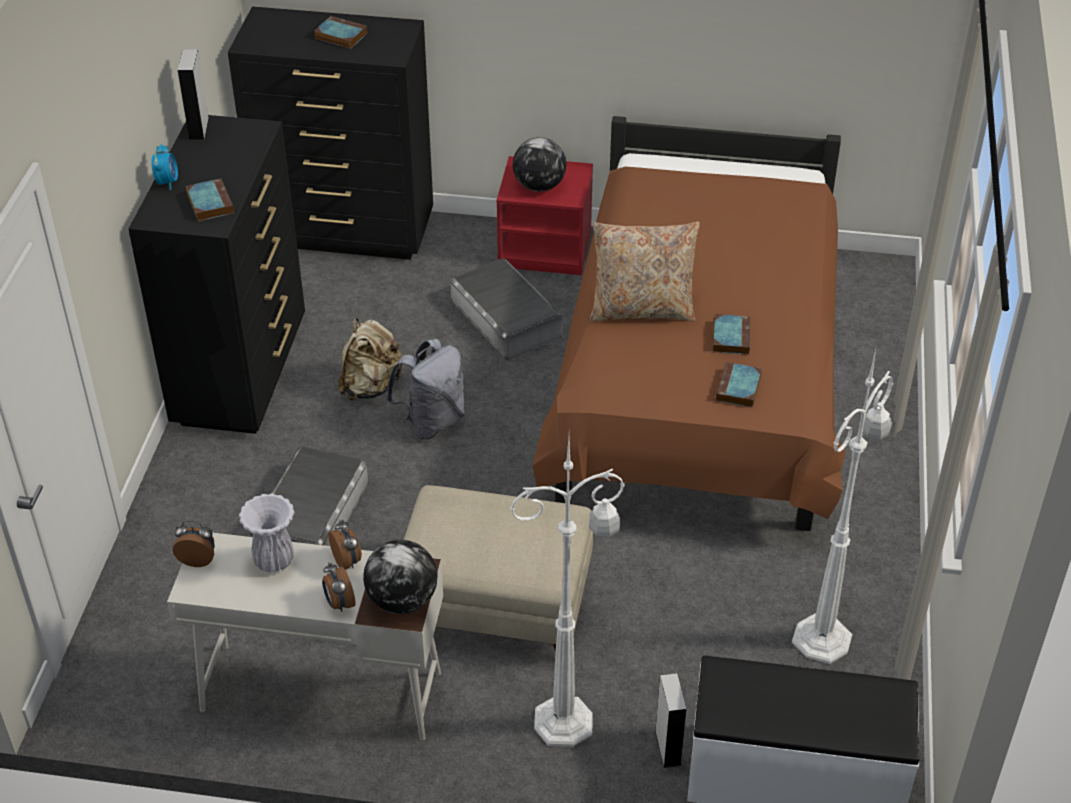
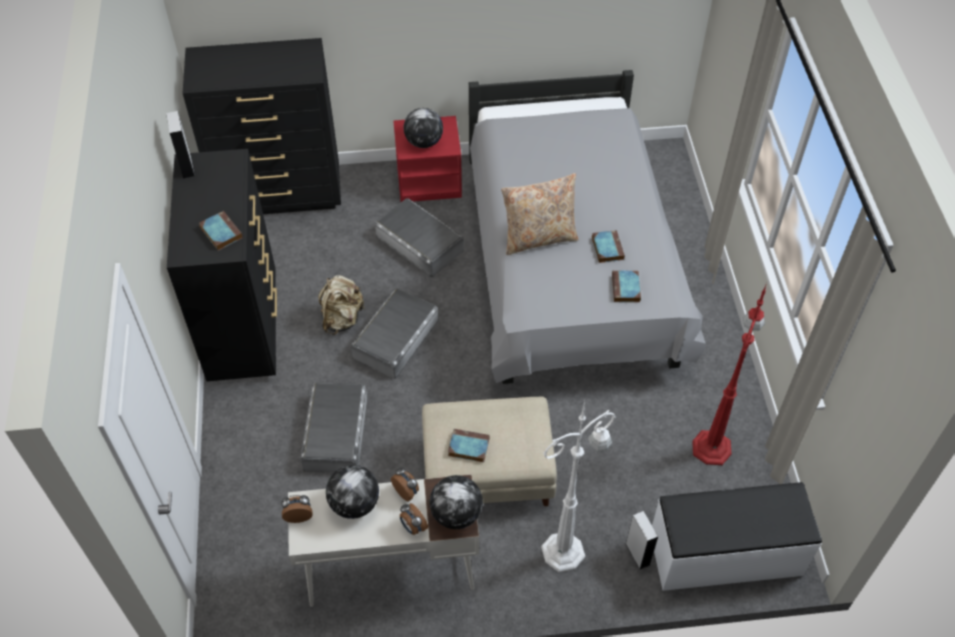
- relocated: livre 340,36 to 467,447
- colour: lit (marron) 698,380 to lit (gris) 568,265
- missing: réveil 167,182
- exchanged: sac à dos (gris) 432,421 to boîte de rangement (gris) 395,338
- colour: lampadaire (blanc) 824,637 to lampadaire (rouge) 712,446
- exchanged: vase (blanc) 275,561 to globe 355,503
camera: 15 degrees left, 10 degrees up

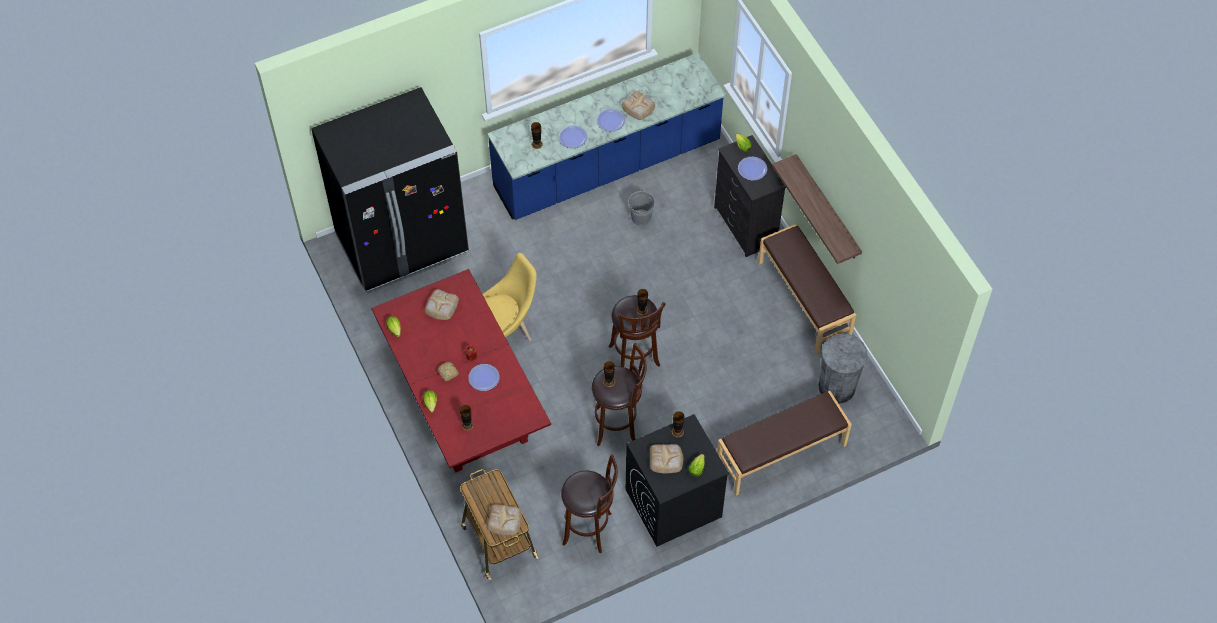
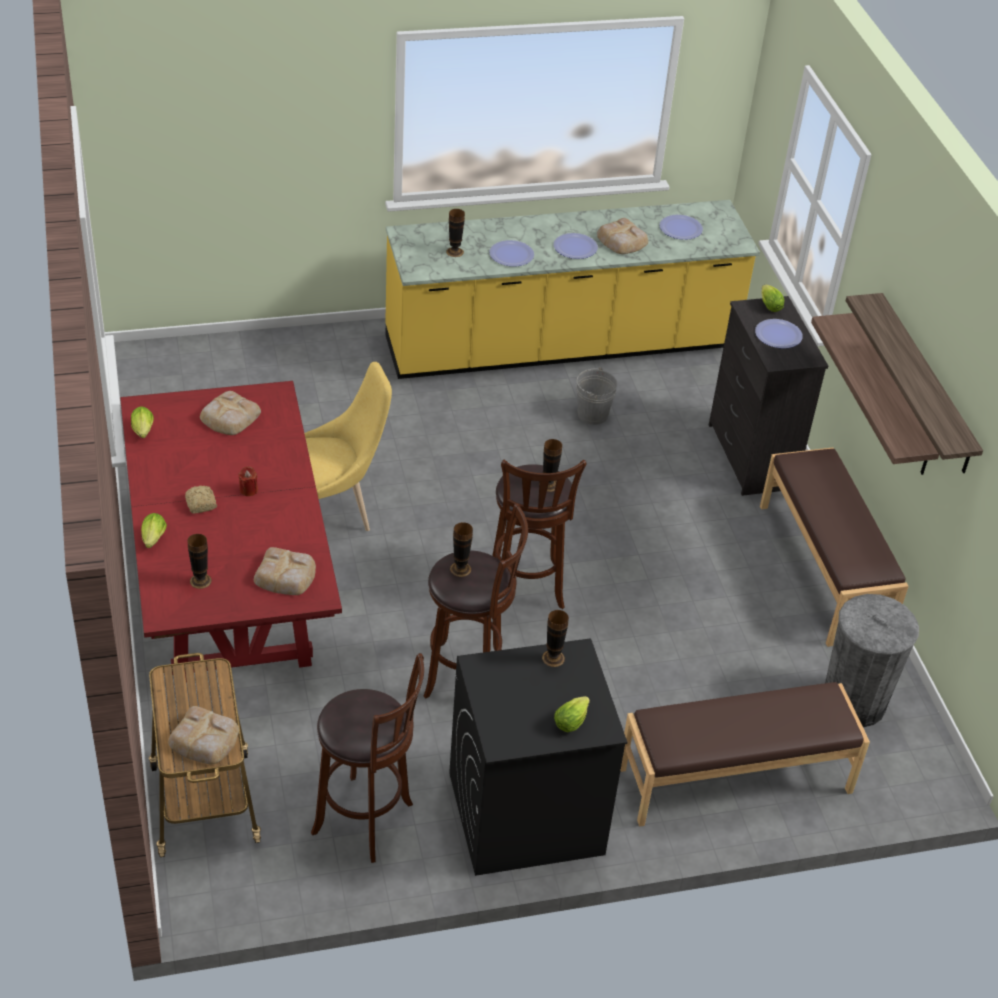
- colour: comptoir de cuisine (bleu) 607,166 to comptoir de cuisine (jaune) 561,346
- missing: réfrigérateur (noir) 402,245
- relocated: assiette 484,378 to 680,228
- relocated: pain 666,459 to 286,575
- appeared: étagère 925,384
camera: 10 degrees right, 15 degrees down

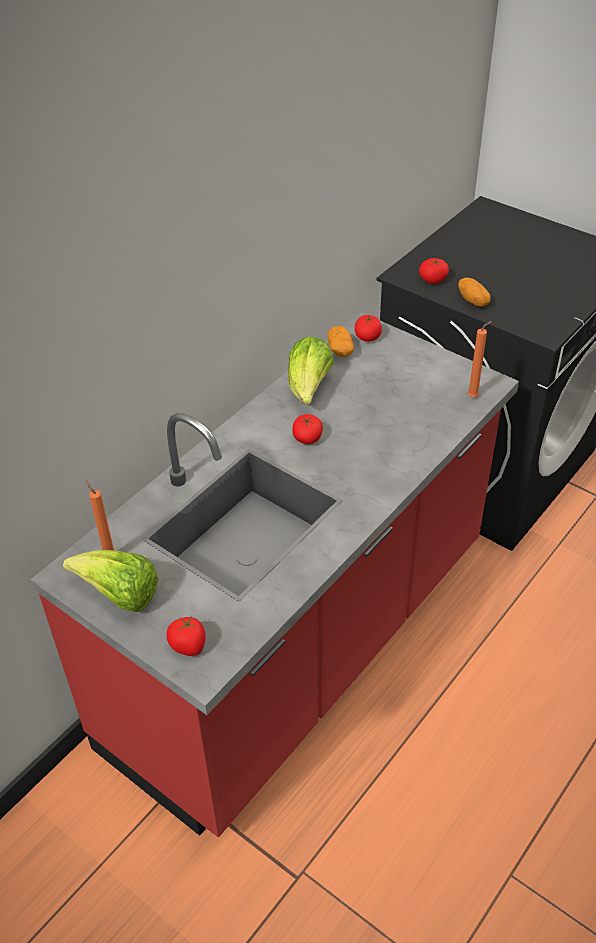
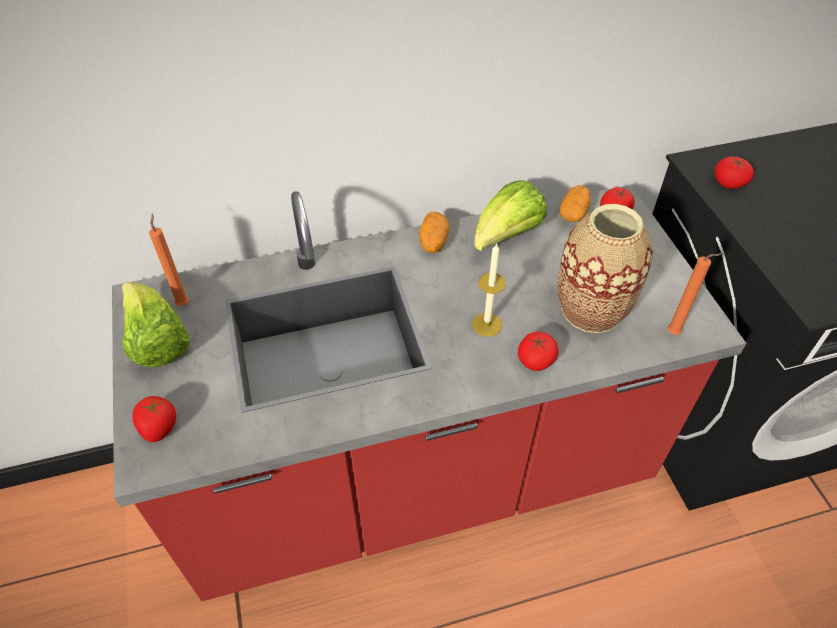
- relocated: pomme de terre 473,300 to 433,241
- relocated: tomate 307,438 to 535,360
- appeared: vase 591,310
- appeared: bougie 487,324
camera: 35 degrees right, 5 degrees up

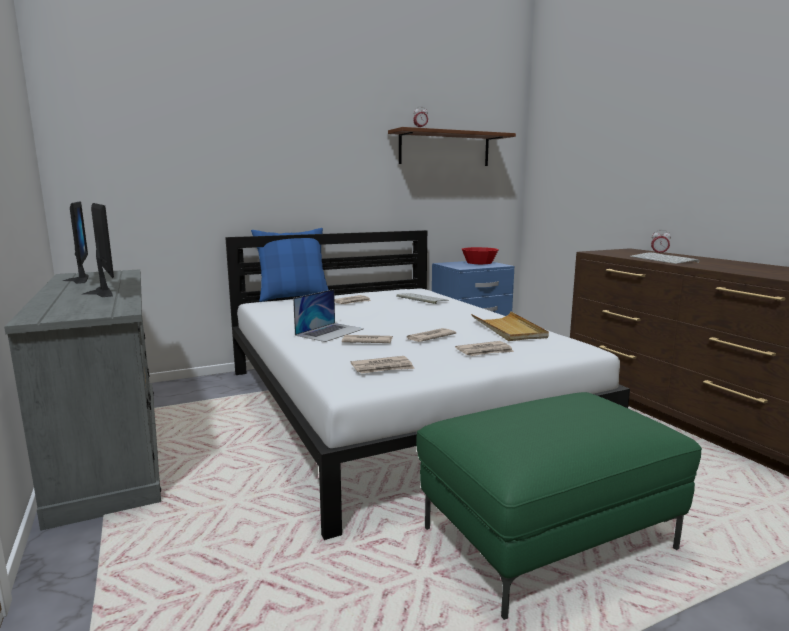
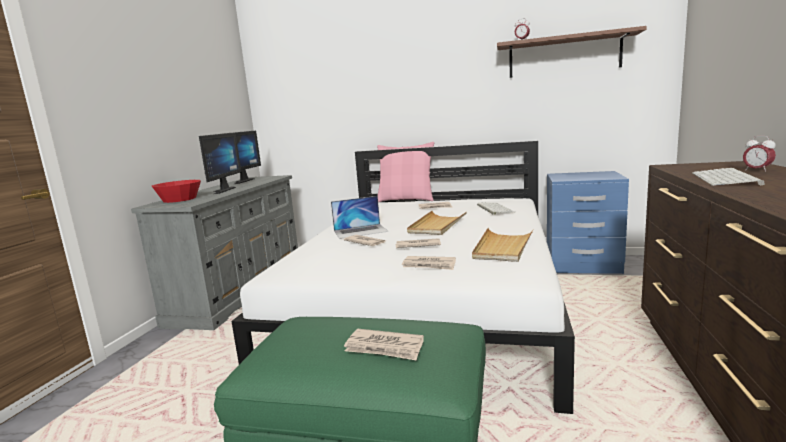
- colour: coussin (bleu) 293,297 to coussin (rose) 406,200
- relocated: bol (rouge) 479,262 to 179,199
- relocated: journal 383,368 to 384,347
- appeared: plateau (beige) 437,225
camera: 40 degrees right, 0 degrees up

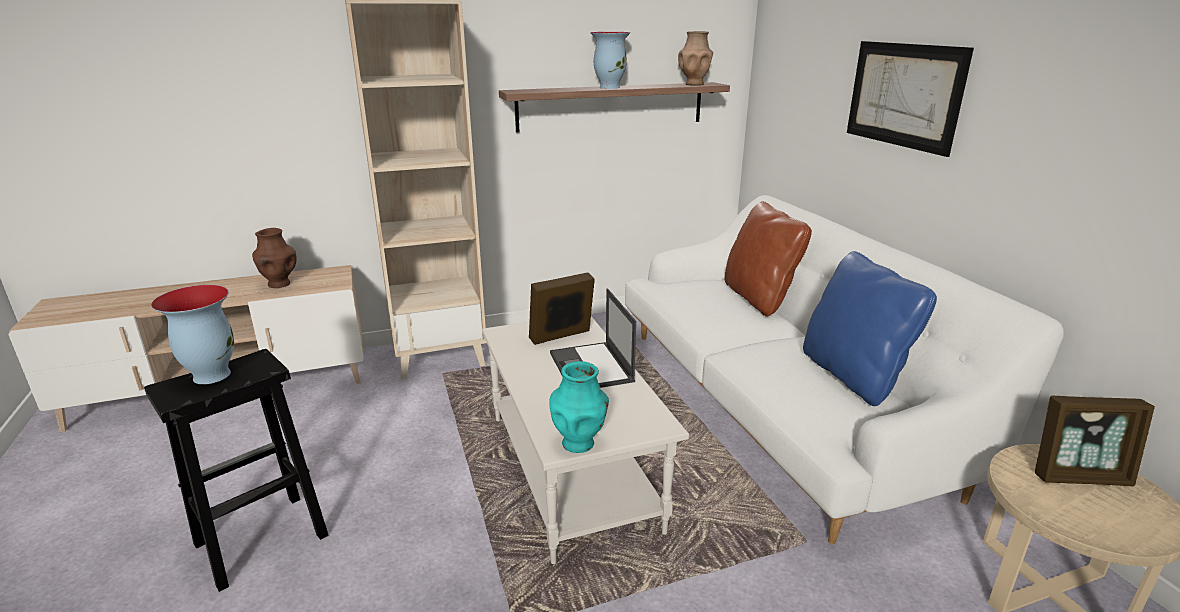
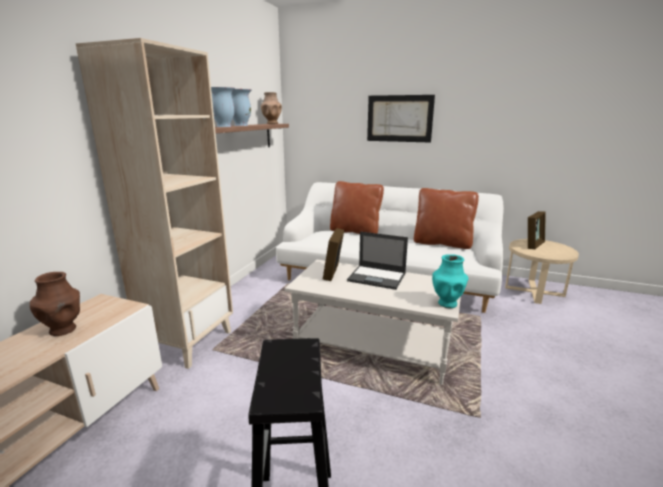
- colour: coussin (bleu) 853,376 to coussin (marron) 442,243
- relocated: vase 211,375 to 223,126
camera: 50 degrees left, 5 degrees down

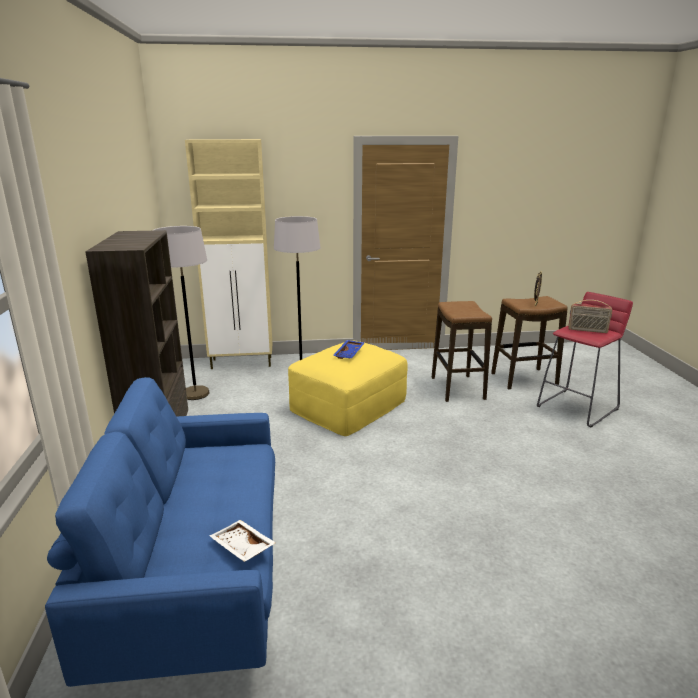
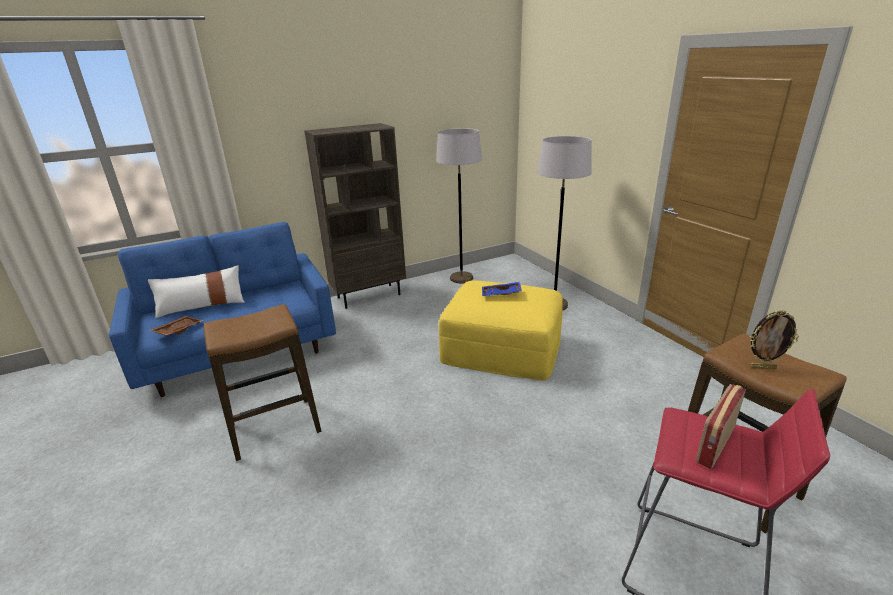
- missing: meuble de rangement (beige) 242,363
- spun: radio 587,330 = 714,444 45 degrees clockwise
- relocated: tabouret 457,388 to 274,428
- colour: plateau (blanc) 241,548 to plateau (marron) 178,330
- appeared: coussin (blanc) 202,306
camera: 70 degrees right, 5 degrees up

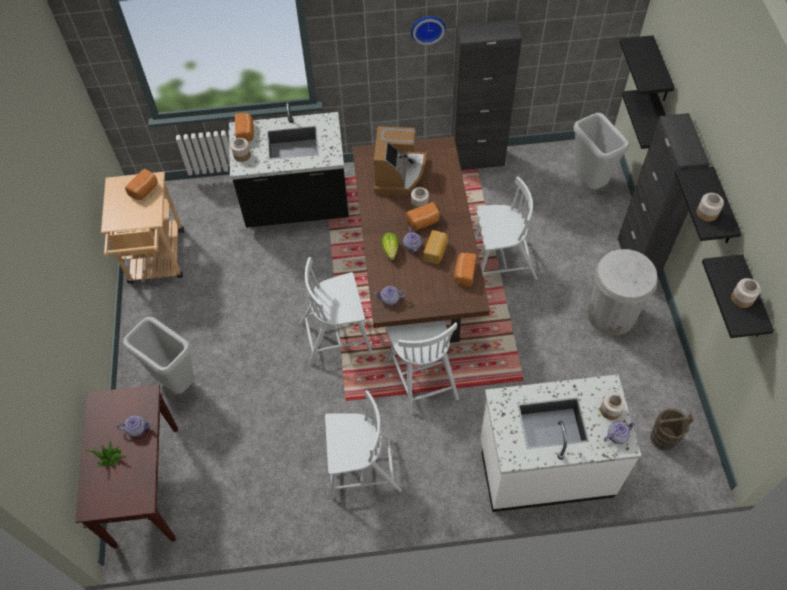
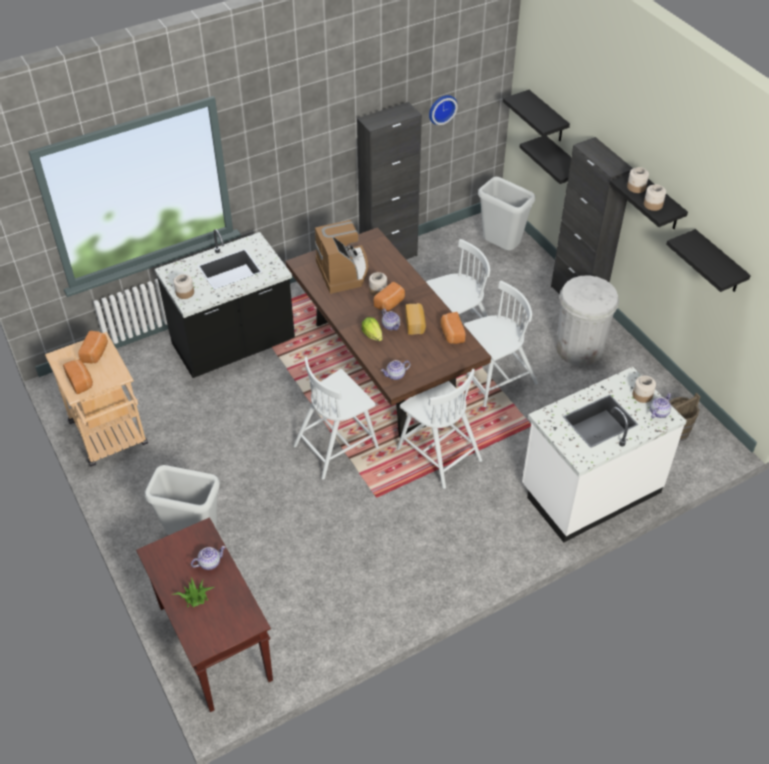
- relocated: horloge murale 427,28 to 441,108
- relocated: pain 246,132 to 80,381
- relocated: bocal 742,298 to 636,187
- relocated: chaise (blanc) 361,469 to 496,379
camera: 25 degrees left, 10 degrees down

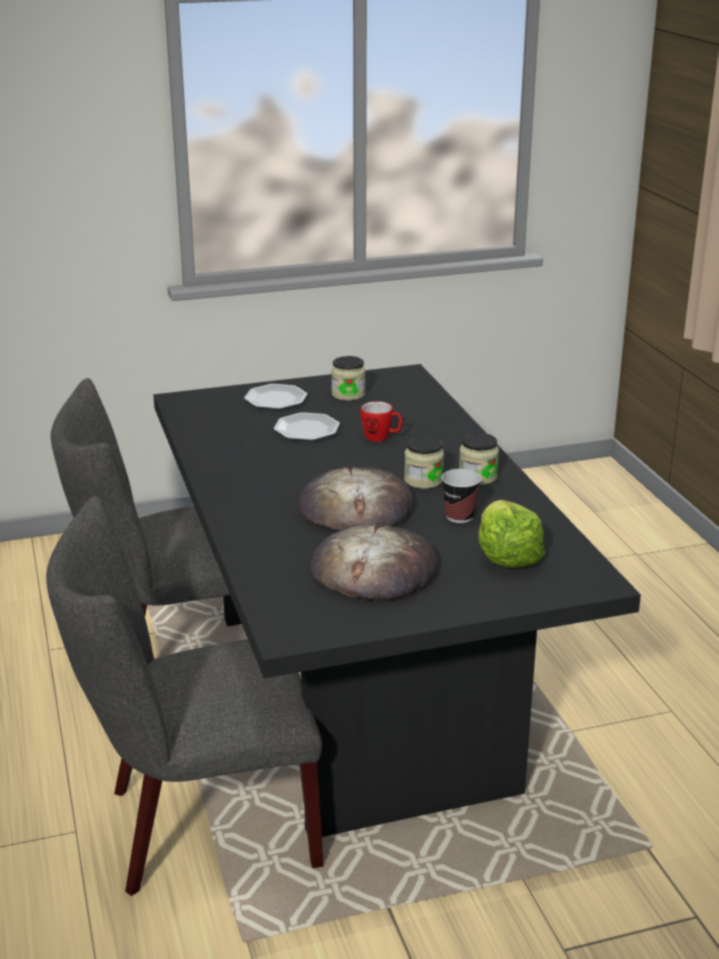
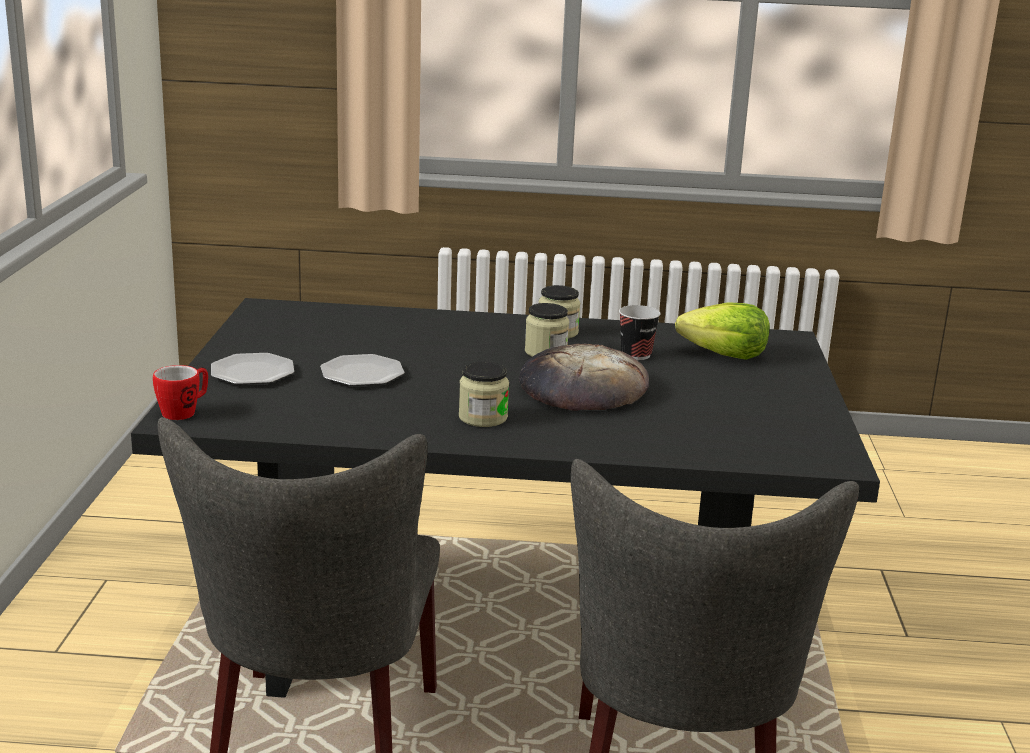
- relocated: bocal 348,394 to 483,417
- relocated: mug 381,438 to 184,412
- missing: pain 374,569
camera: 70 degrees left, 5 degrees down

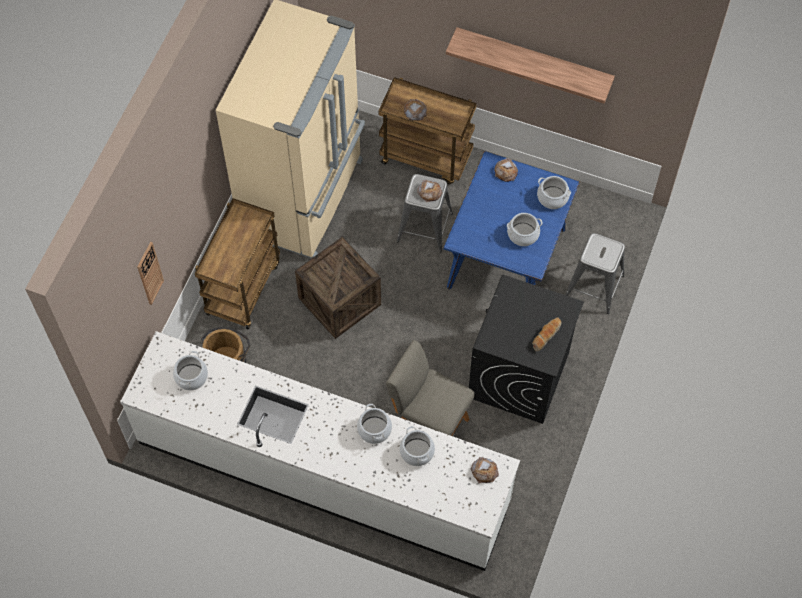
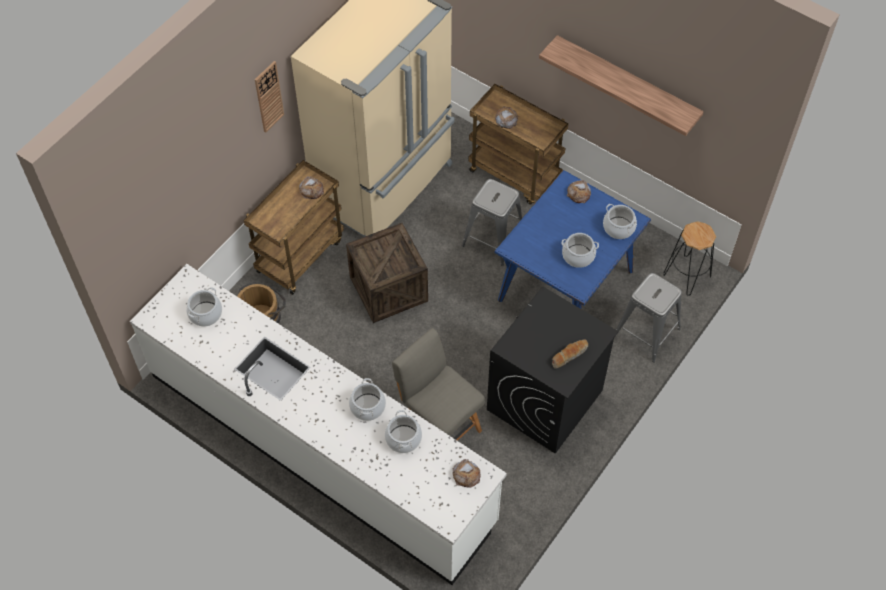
- relocated: pain 429,192 to 311,190
- relocated: horloge murale 149,273 to 268,96
- appeared: tabouret (noir) 687,275
camera: 15 degrees right, 5 degrees down

